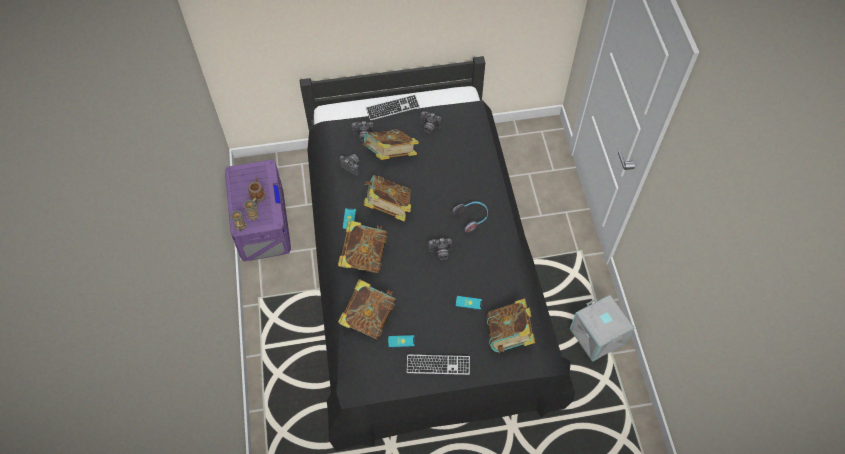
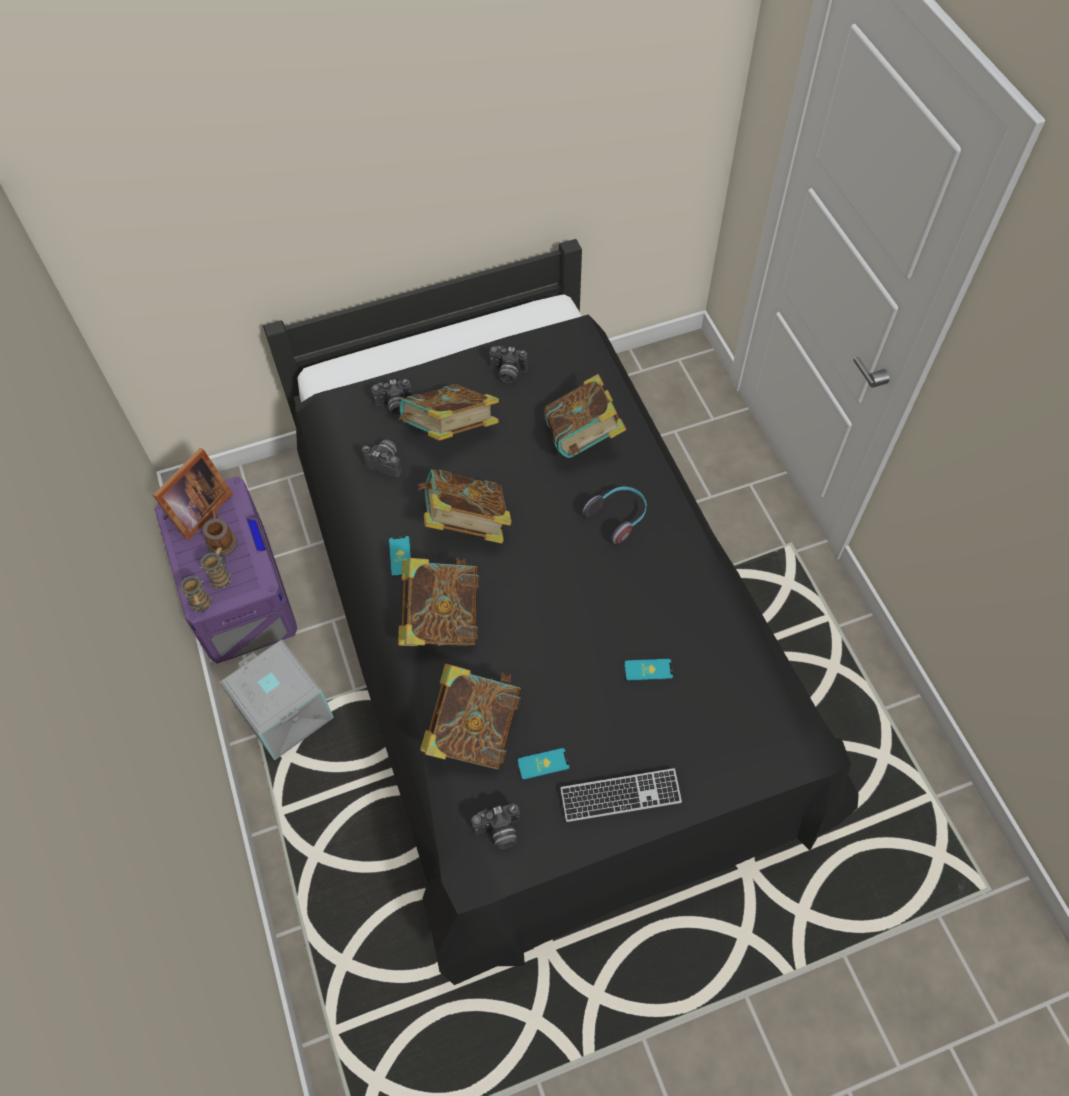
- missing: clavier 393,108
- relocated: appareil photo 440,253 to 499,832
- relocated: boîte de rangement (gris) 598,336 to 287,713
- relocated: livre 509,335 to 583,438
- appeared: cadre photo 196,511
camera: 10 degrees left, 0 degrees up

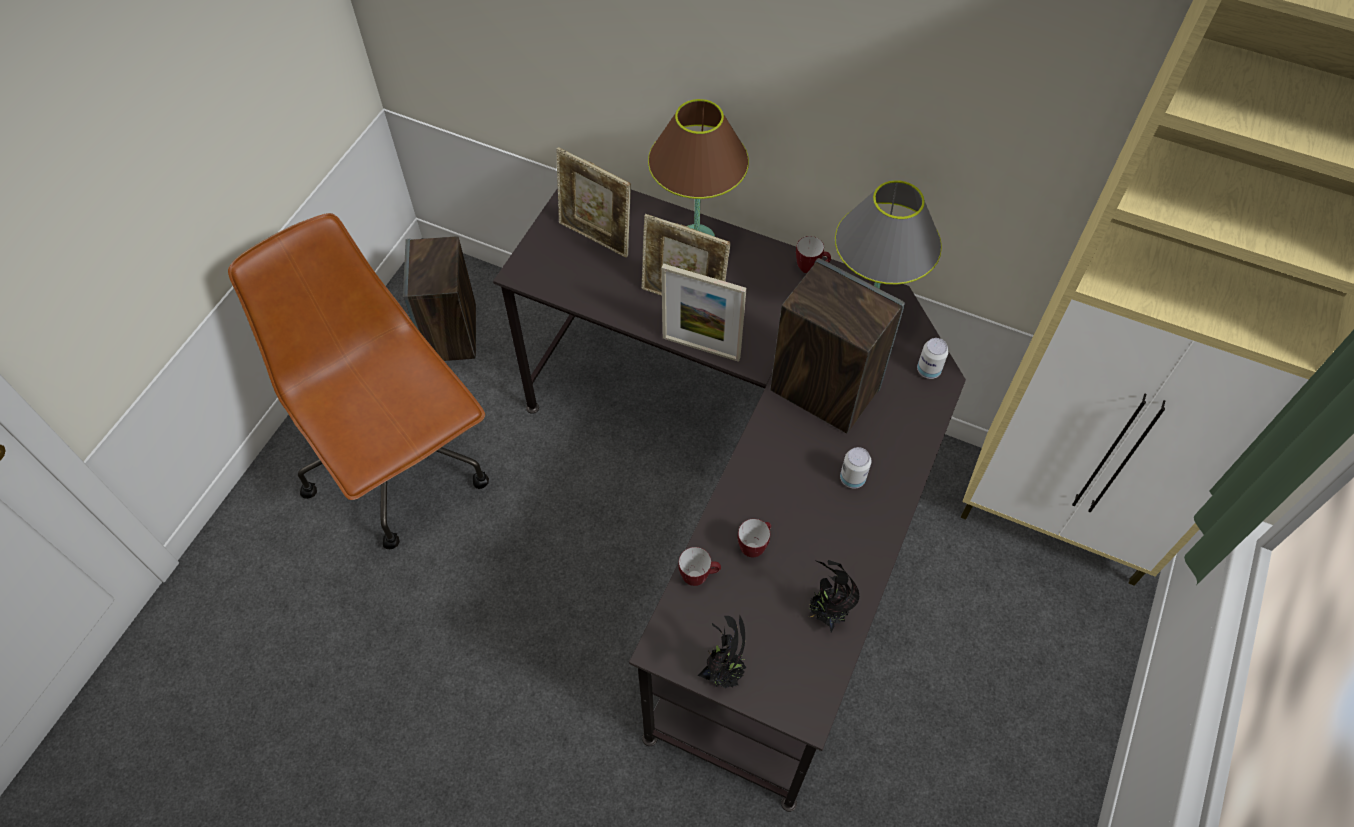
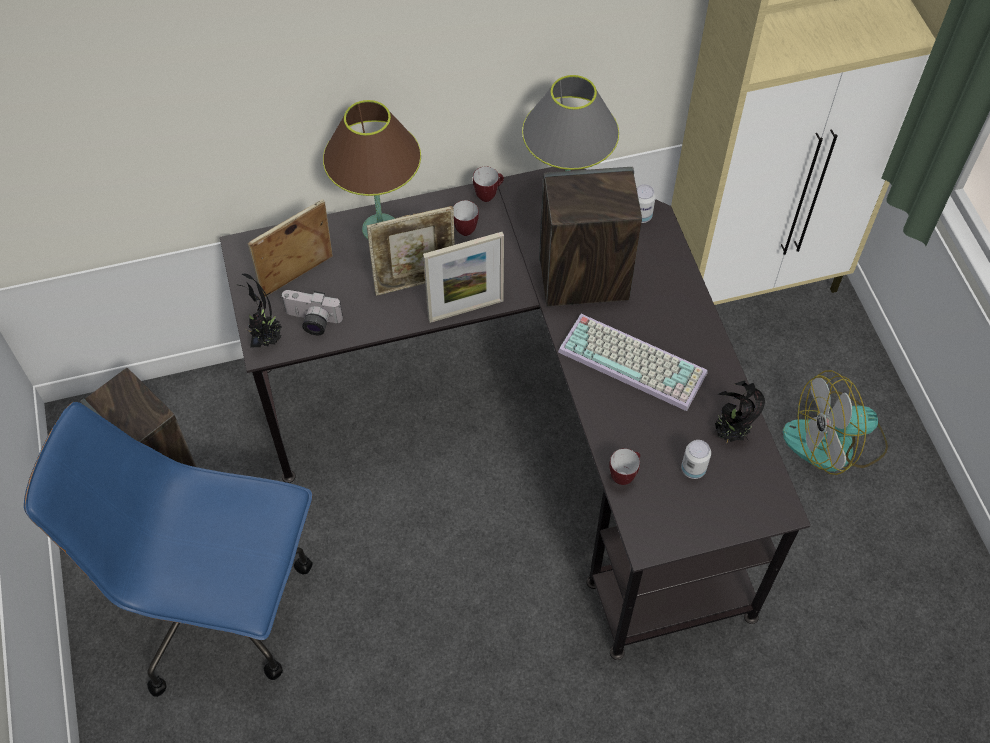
- spun: cadre photo 596,237 = 298,279 150 degrees clockwise
- colour: chaise de bureau (marron) 401,465 to chaise de bureau (bleu) 219,604
- relocated: boîte métallique 852,478 to 693,469
- relocated: mug 754,546 to 465,227
- relocated: plante en pot 724,671 to 266,338
- appeared: appareil photo 312,322
- appeared: clavier 635,361
- appeared: ventilateur 835,442
camera: 40 degrees left, 0 degrees up

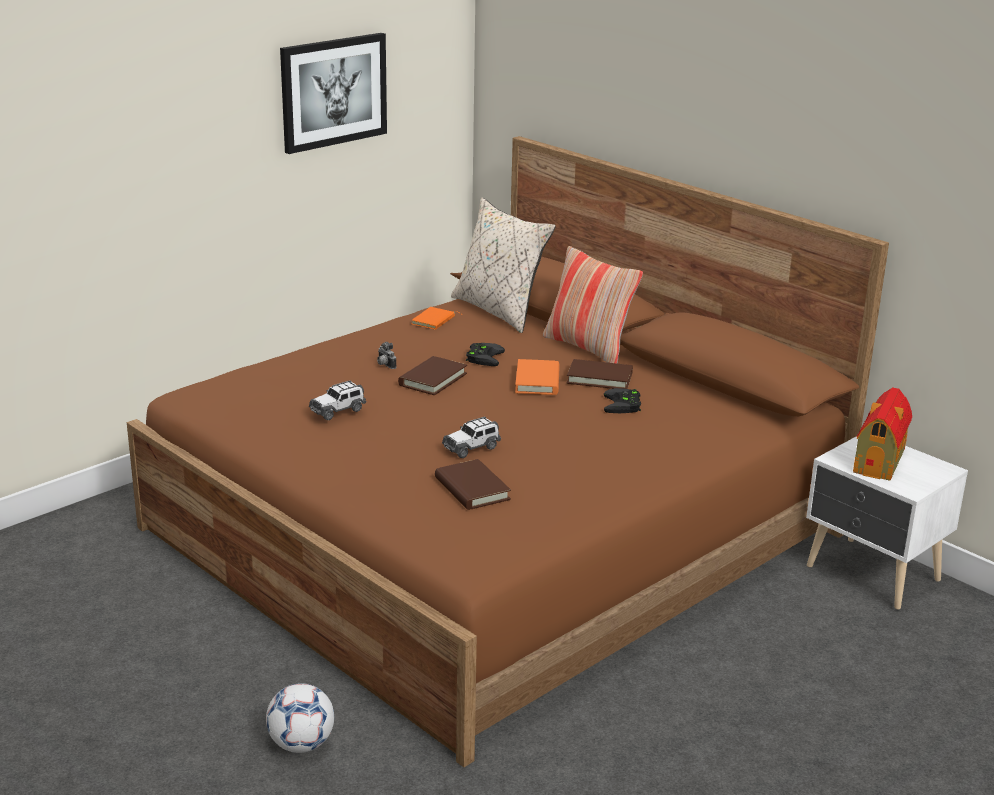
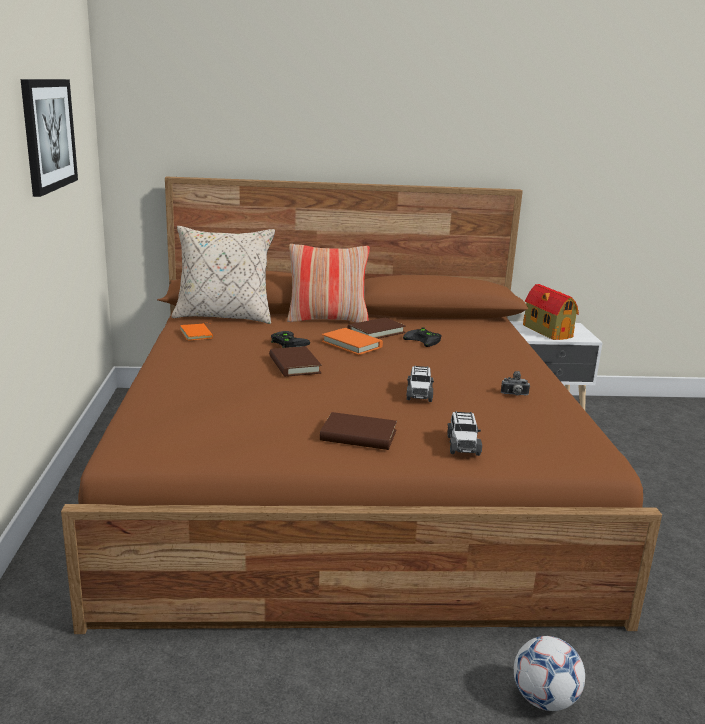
- relocated: appareil photo 384,365 to 514,395
- relocated: petite voiture 338,410 to 462,445
- relocated: livre (marron) 472,489 to 358,436
camera: 50 degrees left, 5 degrees down

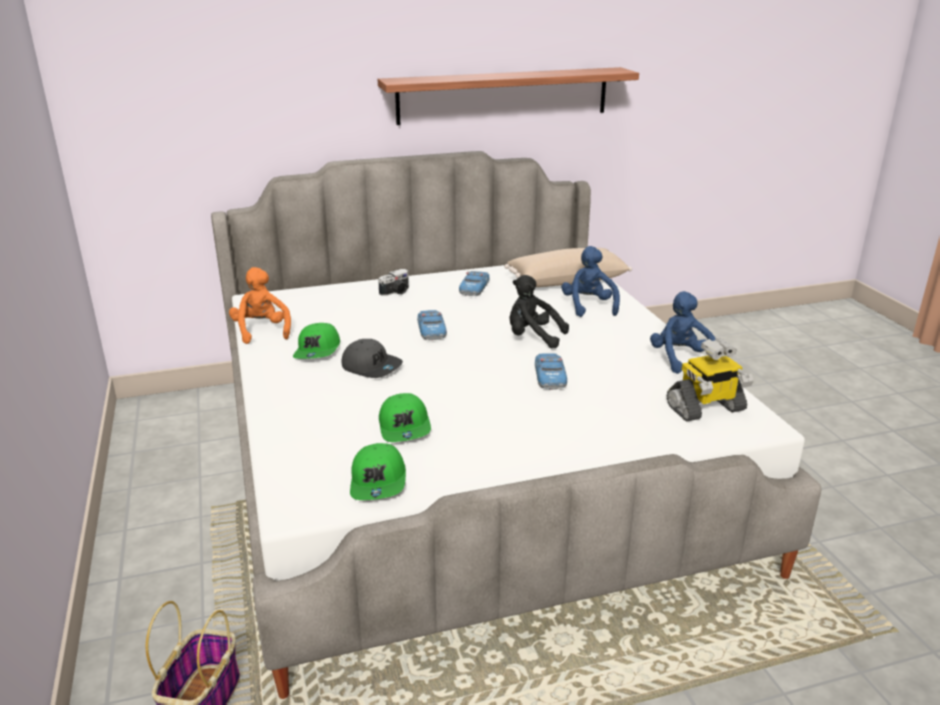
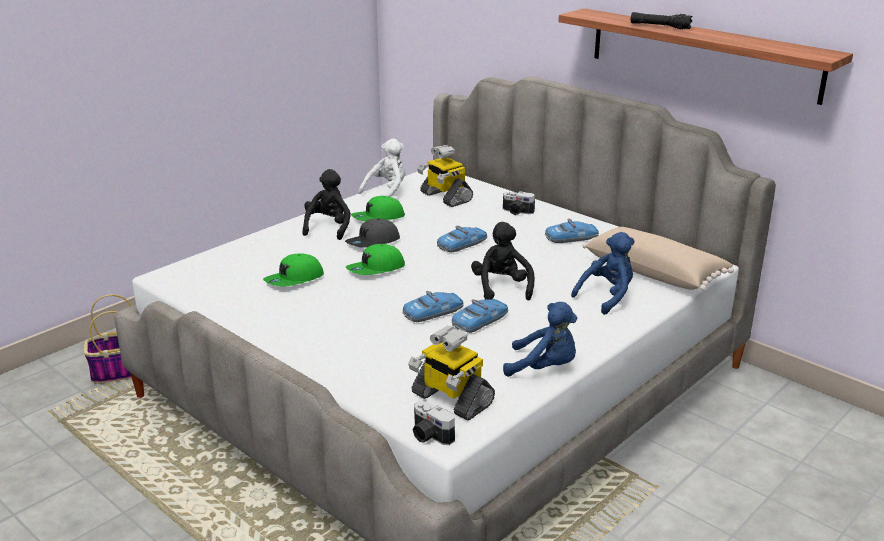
- colour: peluche (orange) 262,331 to peluche (blanc) 387,192
- spun: peluche (bleu) 680,359 = 544,368 60 degrees clockwise
- spun: casquette (gris) 372,367 = 373,242 45 degrees clockwise
- relocated: casquette (vert) 379,482 to 376,269
- appeared: lampe de poche (noir) 660,26
- appeared: robot jouet 445,197
- appeared: peluche (noir) 328,228
- appeared: petite voiture 480,321
- appeared: appareil photo 429,436
camera: 60 degrees right, 0 degrees up

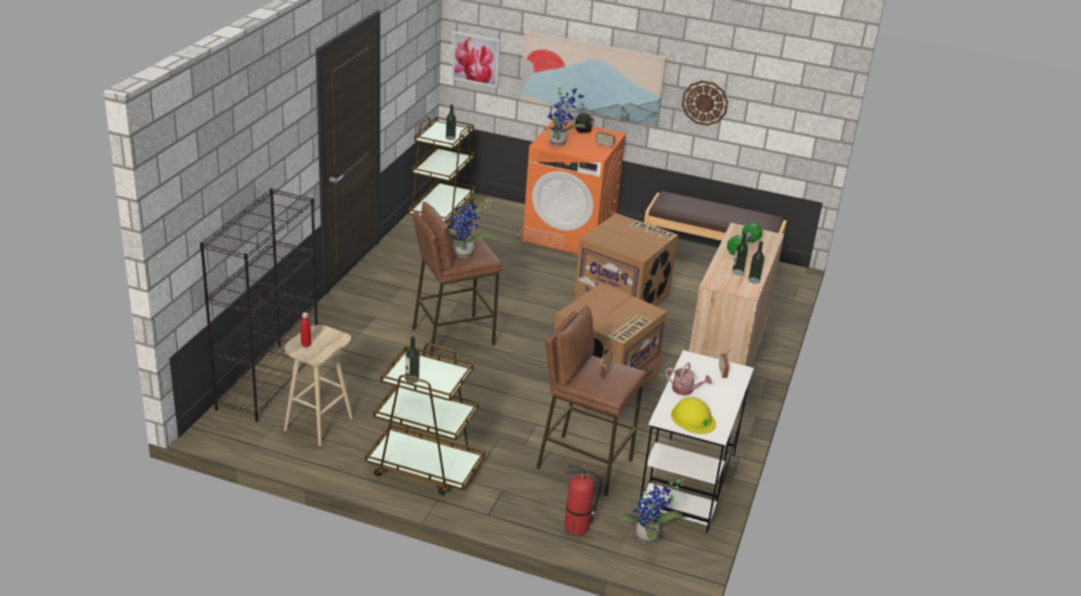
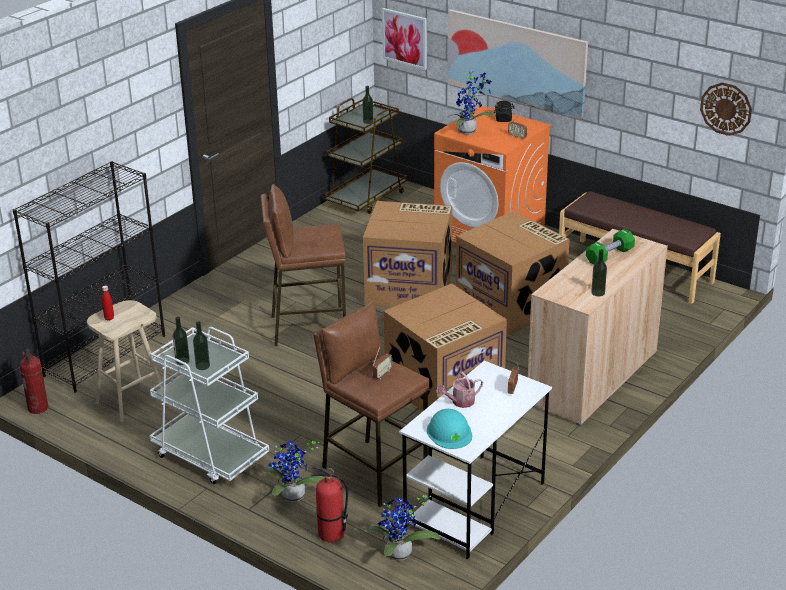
- relocated: horloge murale 705,102 to 726,108
- relocated: plante en pot 464,255 to 293,498
- relocated: bouteille 737,272 to 202,366
- colour: chariot (marron) 424,468 to chariot (blanc) 210,455
- spun: arrosoir 685,390 = 460,402 105 degrees clockwise
- colour: casque de chantier (jaune) 693,418 to casque de chantier (turquoise) 449,432
- appeared: carton 410,287
- appeared: extincteur 38,408
camera: 20 degrees right, 0 degrees up

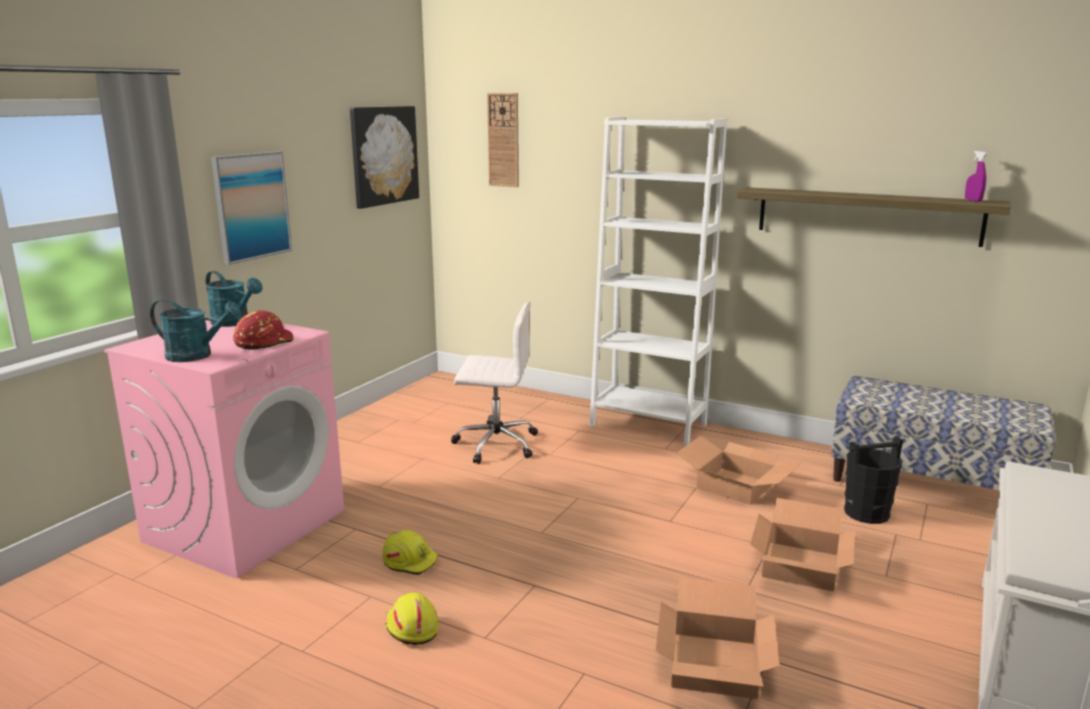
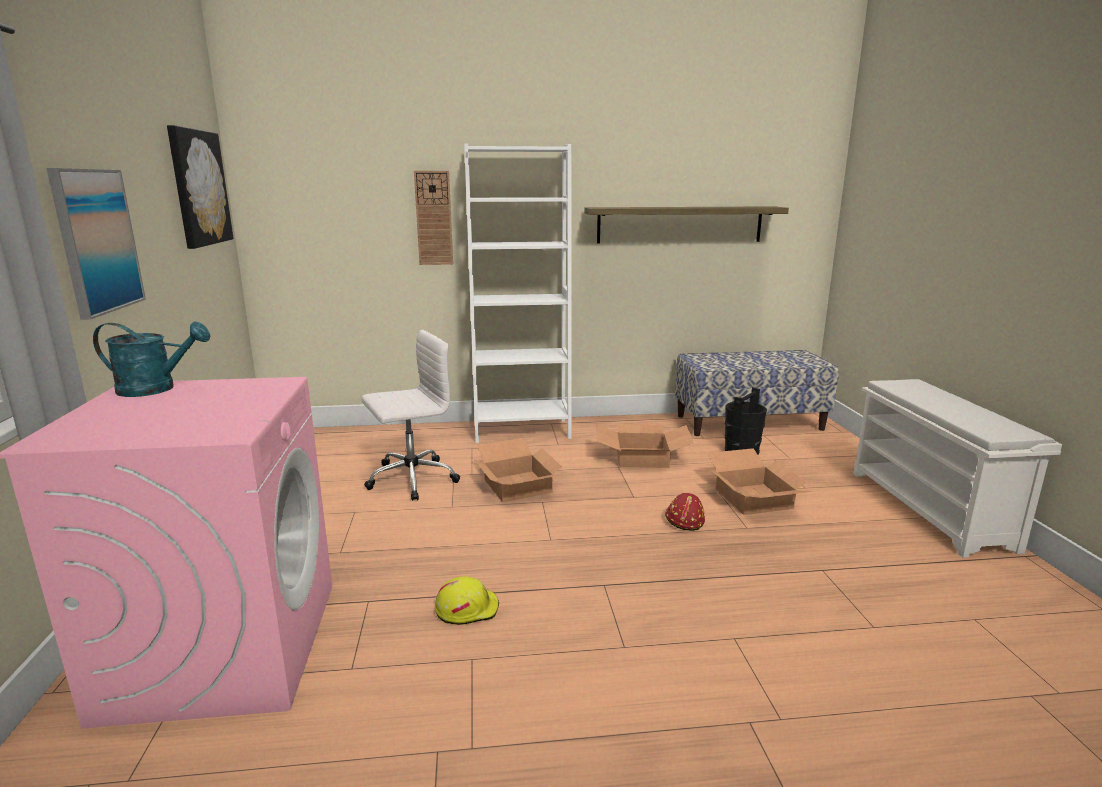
- relocated: horloge murale 503,140 to 434,218
- missing: vaporisateur (violet) 973,200
- missing: arrosoir (turquoise) 197,356
- relocated: casque de chantier (rouge) 263,342 to 684,519
- relocated: carton 715,665 to 519,486
- missing: casque de chantier (jaune) 411,628
camera: 35 degrees left, 0 degrees up

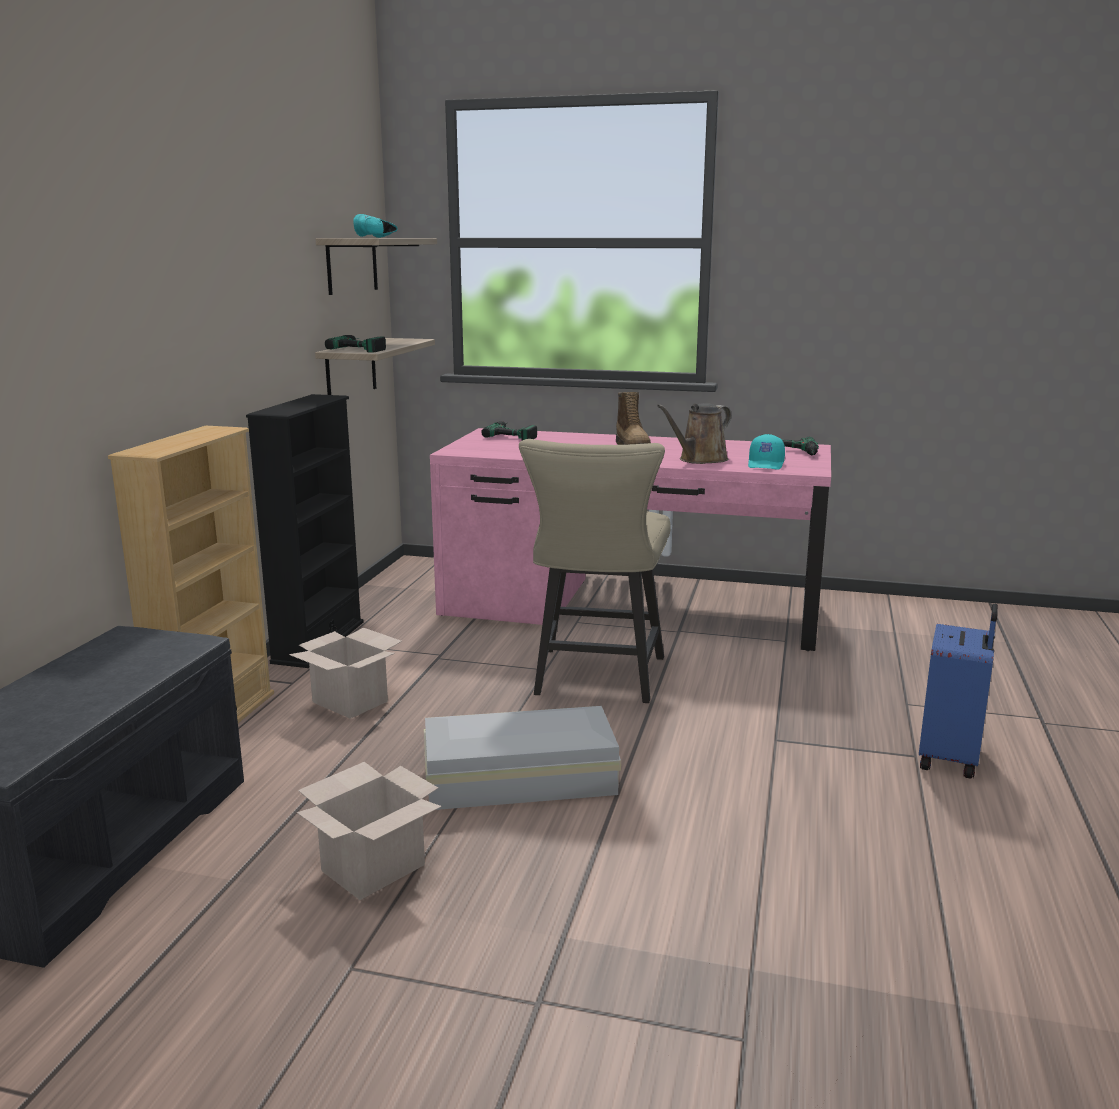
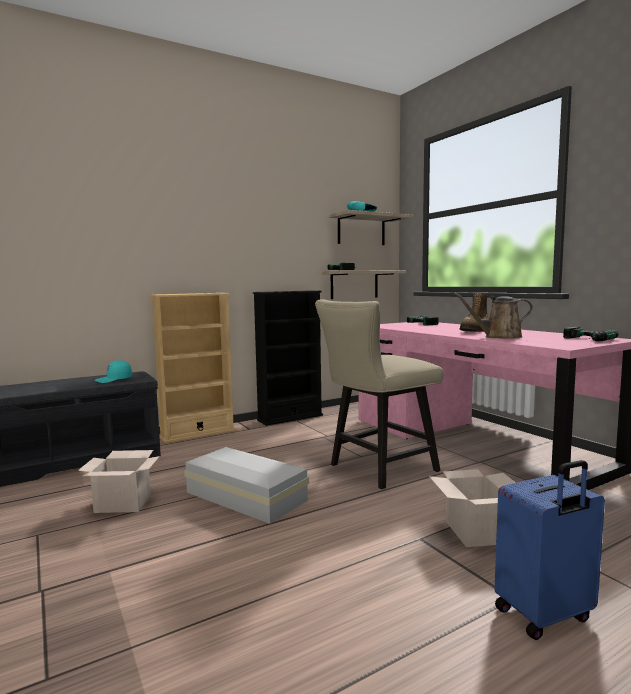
- relocated: casquette (turquoise) 766,465 to 114,380
- relocated: carton 352,702 to 477,533
camera: 45 degrees right, 10 degrees down

